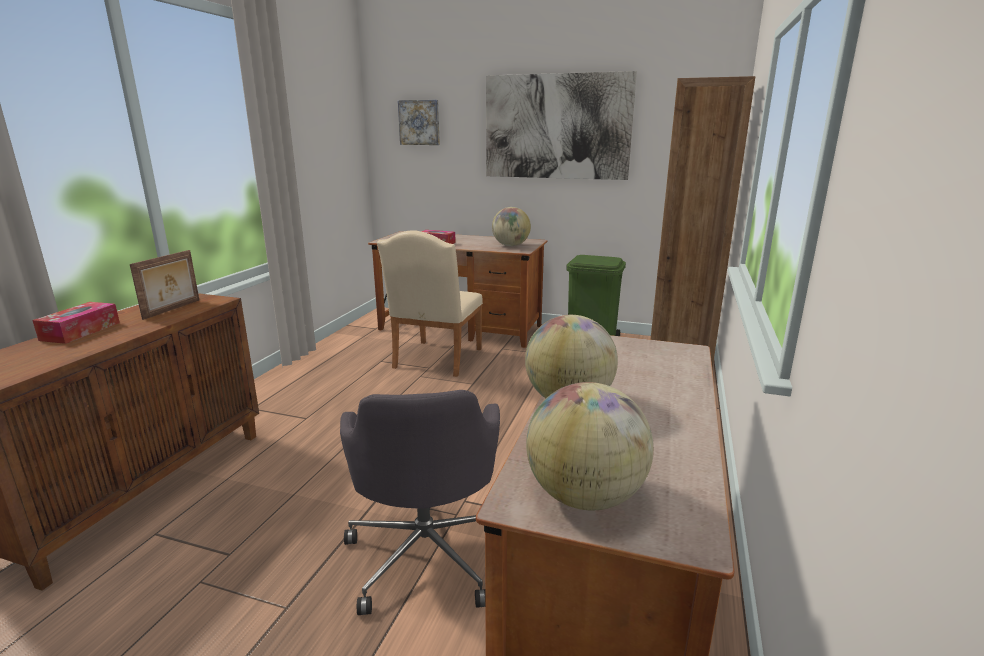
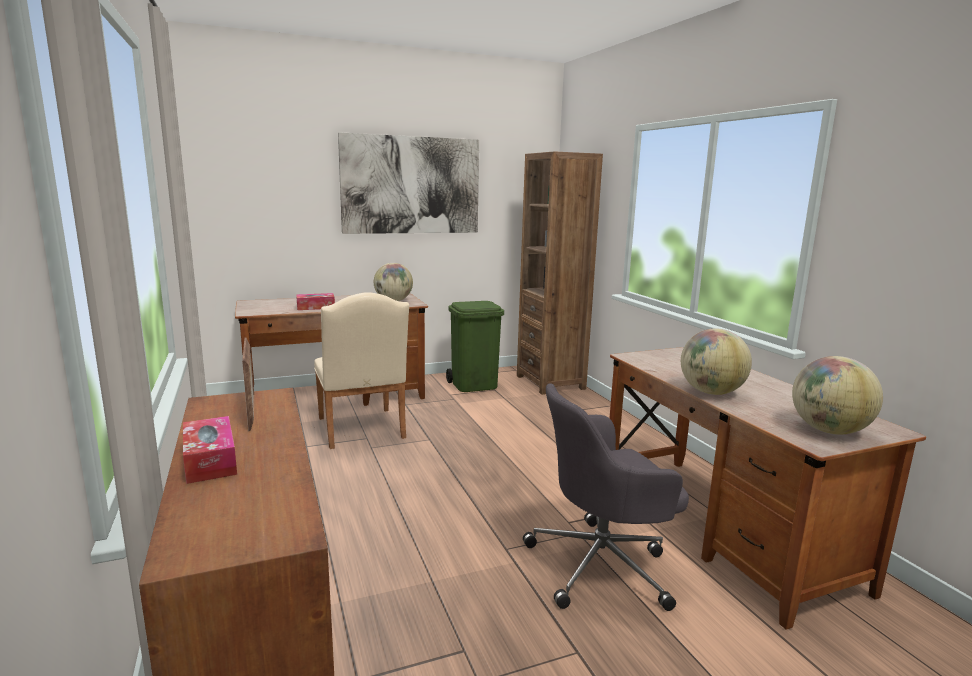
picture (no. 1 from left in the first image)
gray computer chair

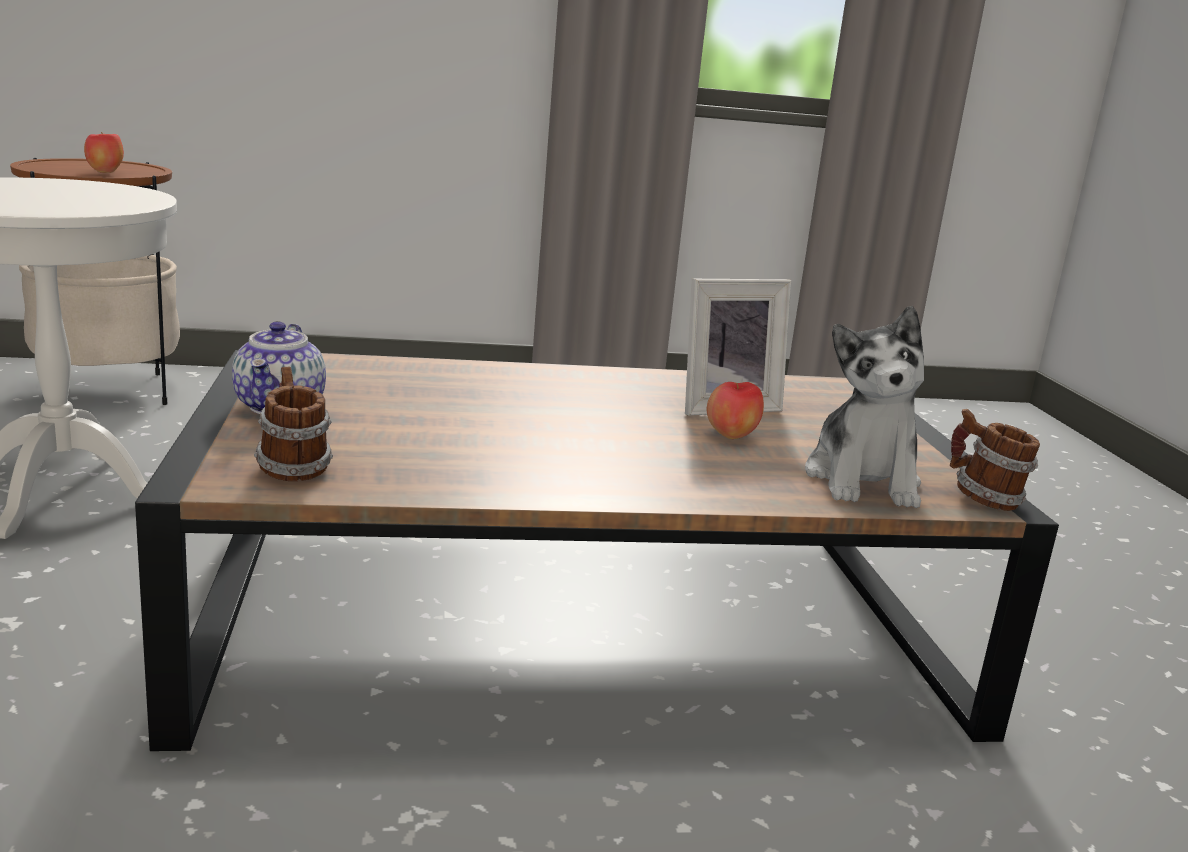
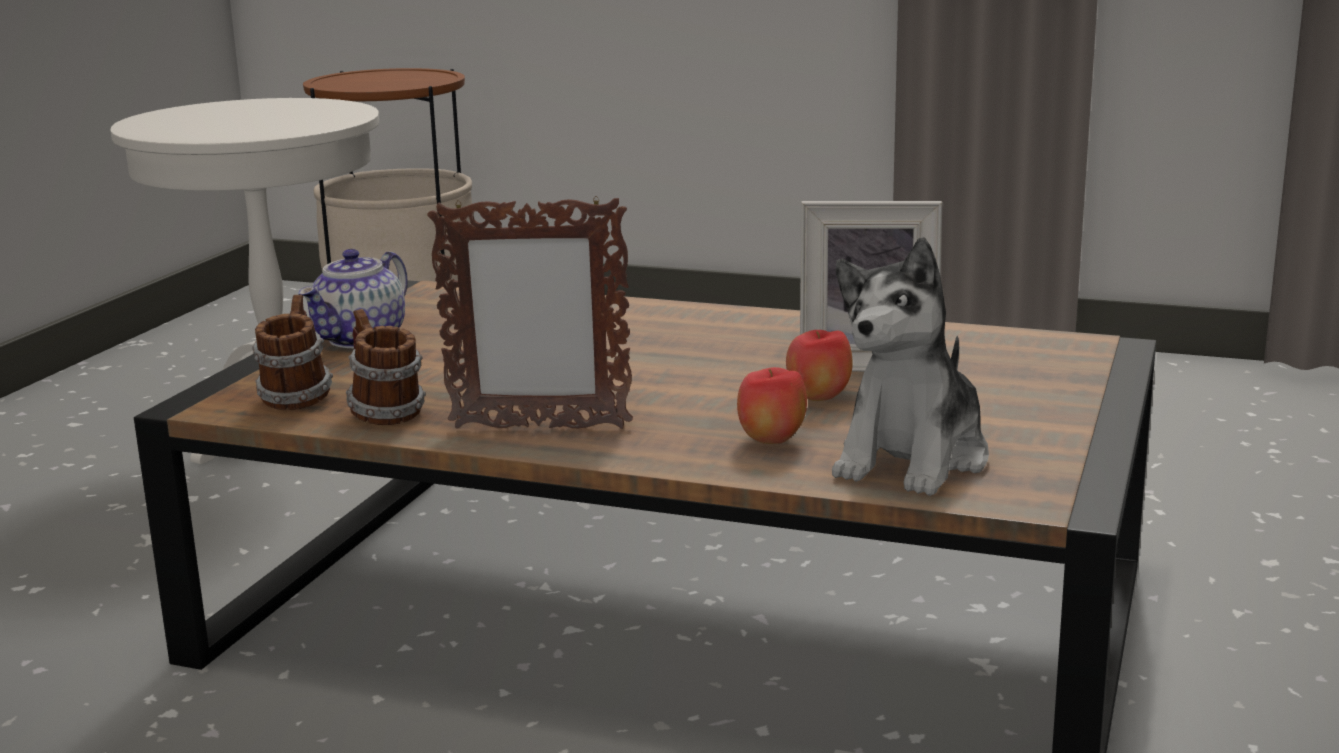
standing frame (no. 1 from left)
apple fruit (no. 1 from left)
mug (no. 2 from left)

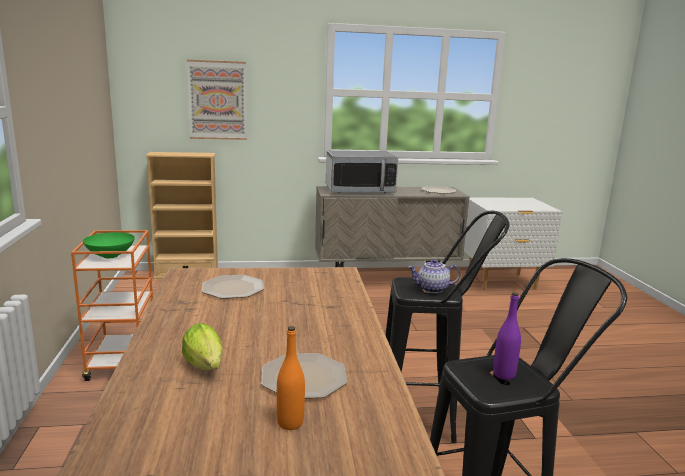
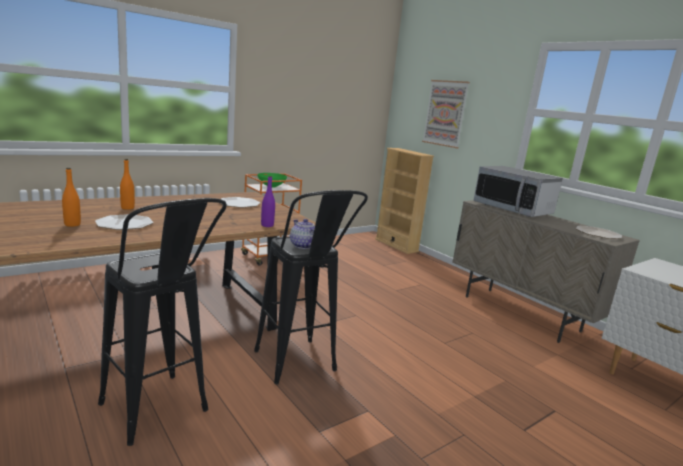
purple bottle
orange-coloured bottle (no. 2 from left)

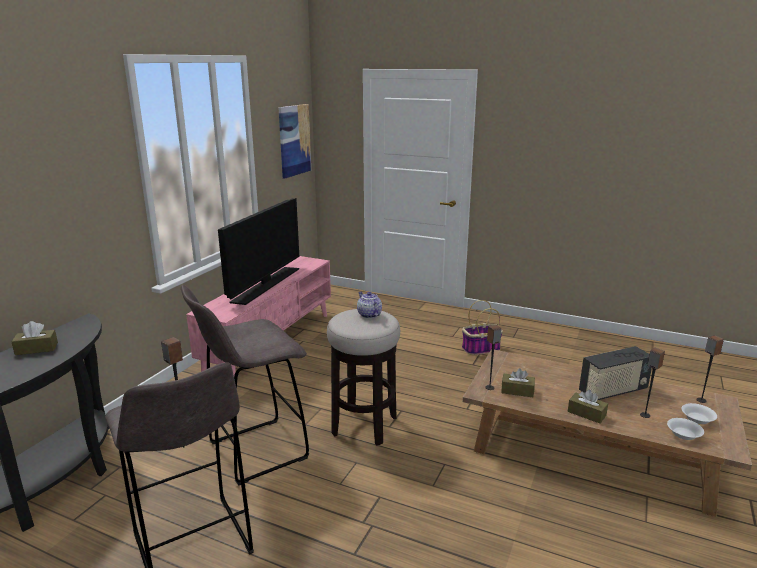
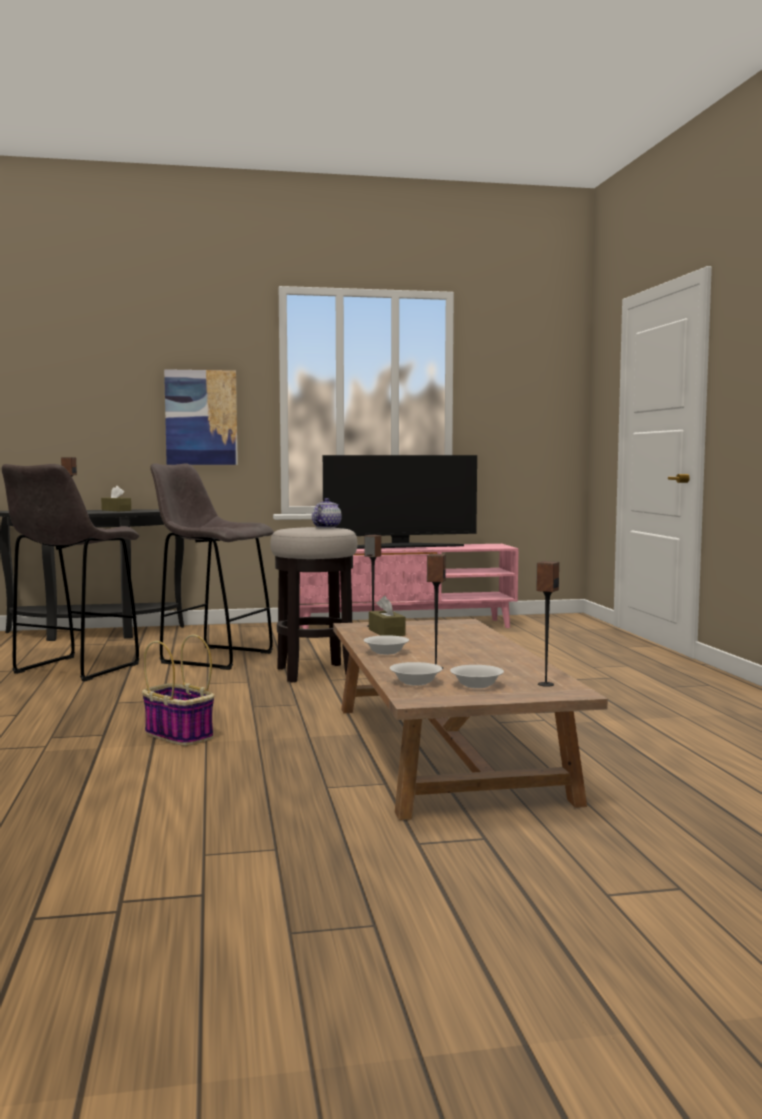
radio set
picture
basket
white bowl (no. 1 from left)

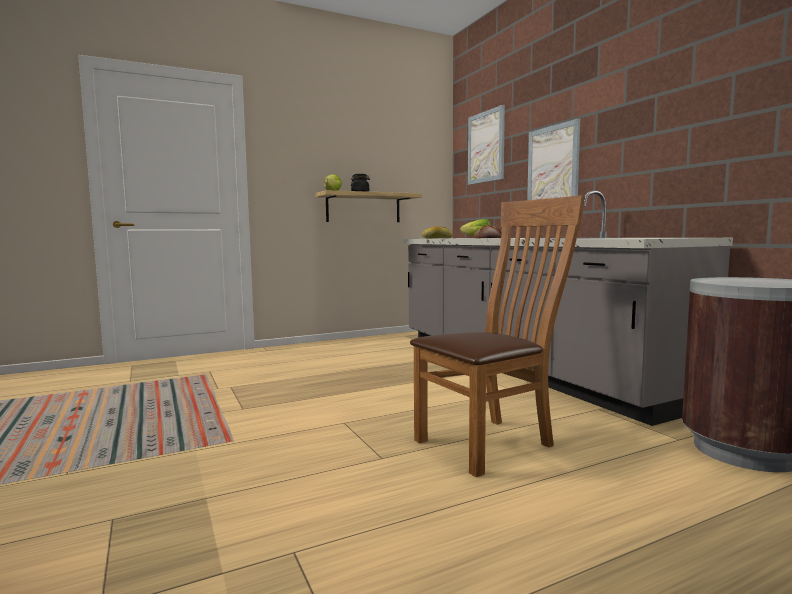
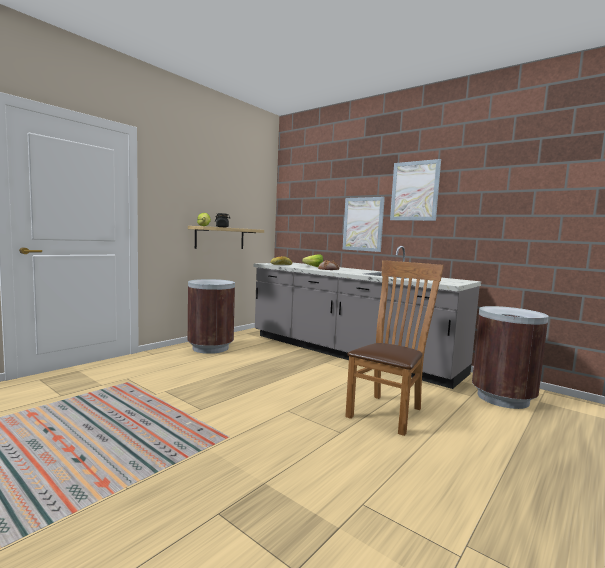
brown-coloured waste bin (no. 1 from left)
picture (no. 2 from left)

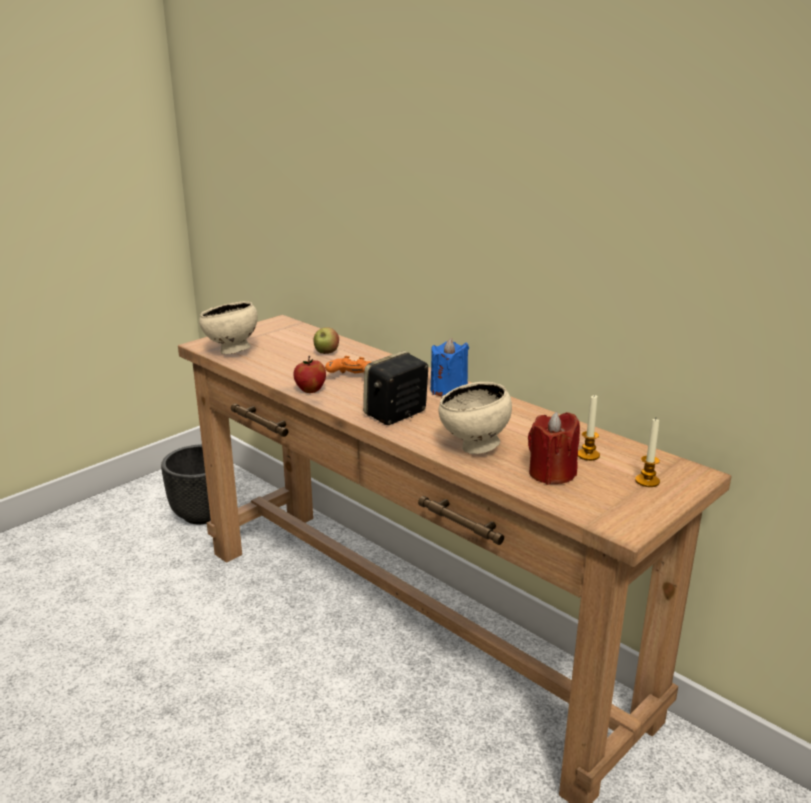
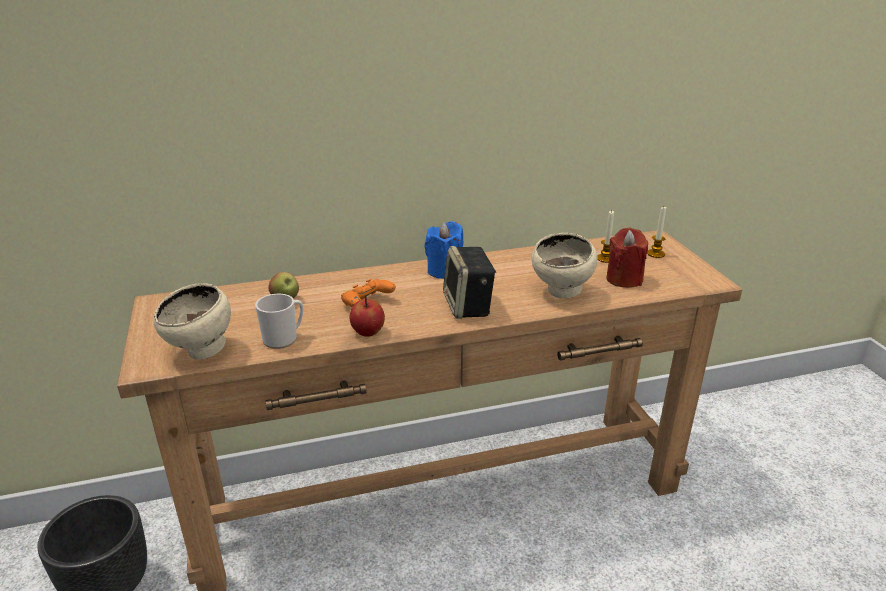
mug

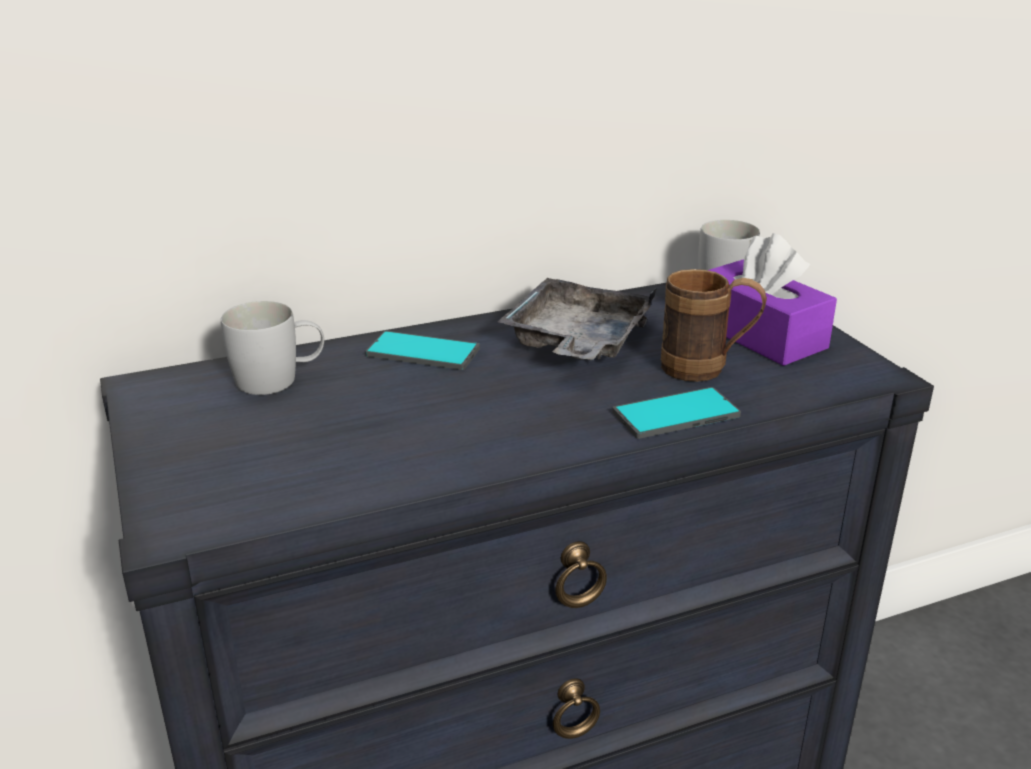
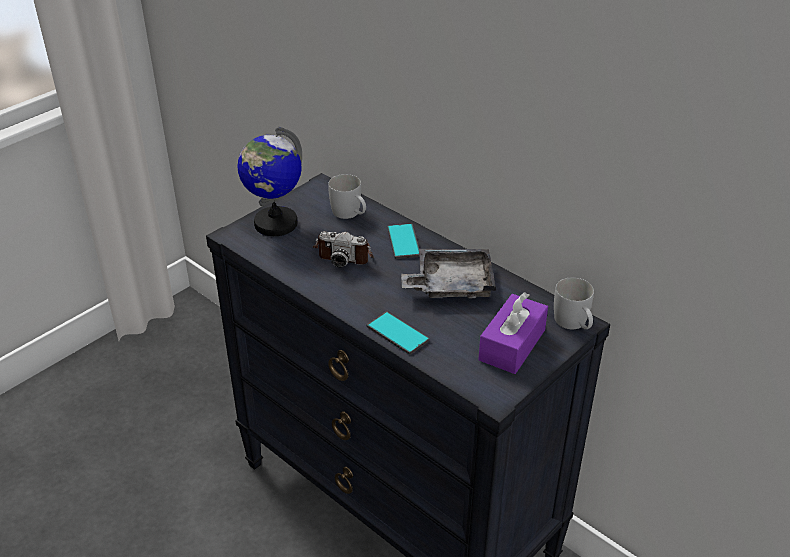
brown-coloured mug
globe
still camera

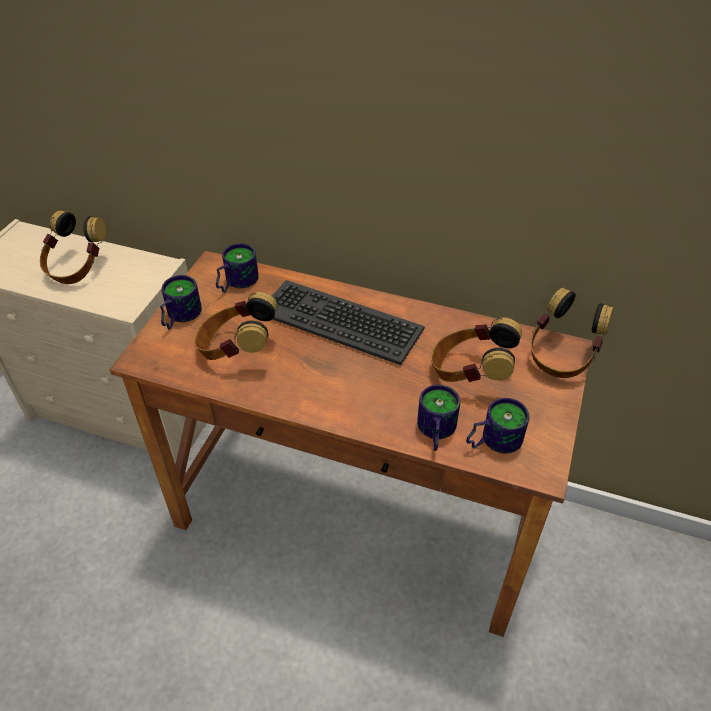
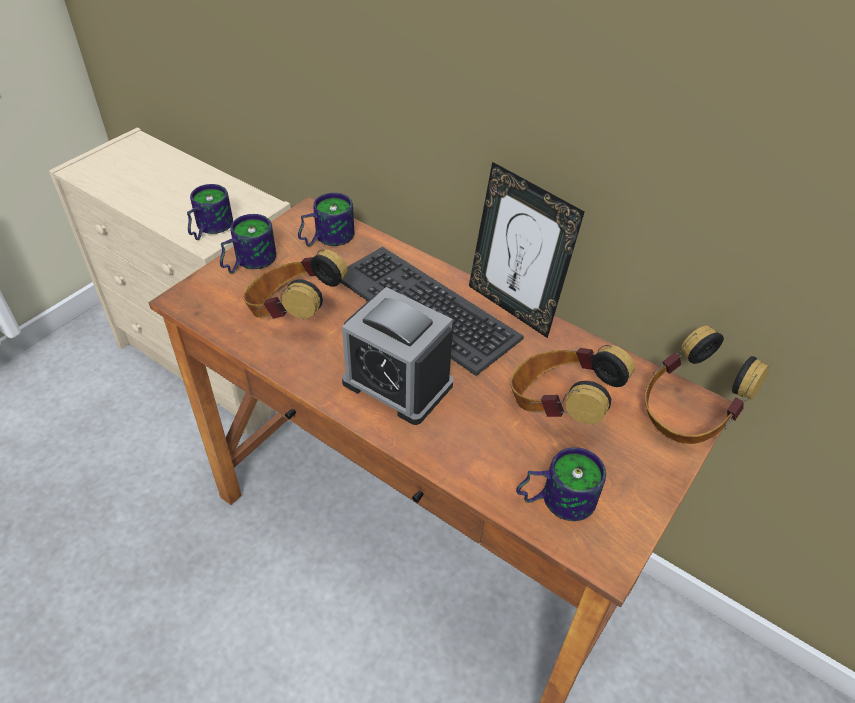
headset (no. 1 from left in the first image)
table clock
standing frame
mug (no. 1 from left)

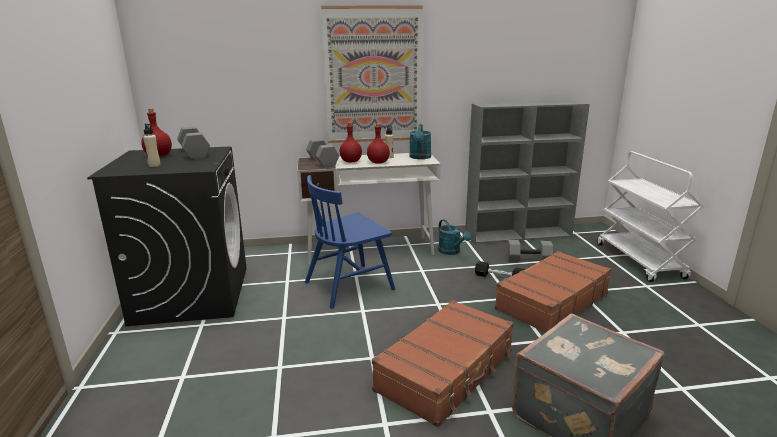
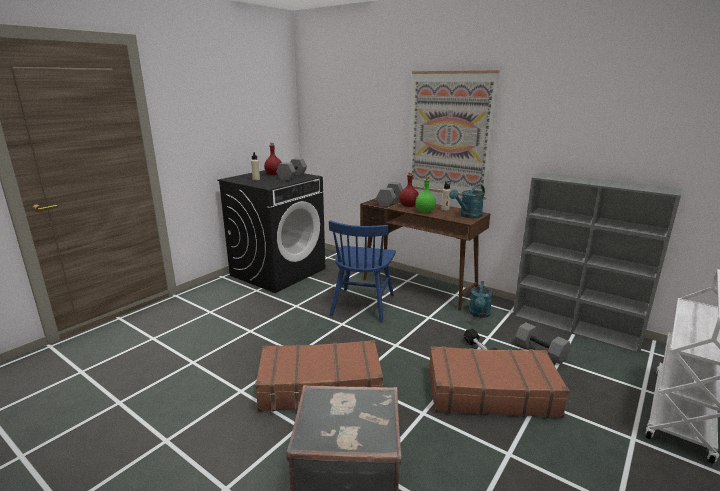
brown-coloured desk unit
greenish bottle
blue chair

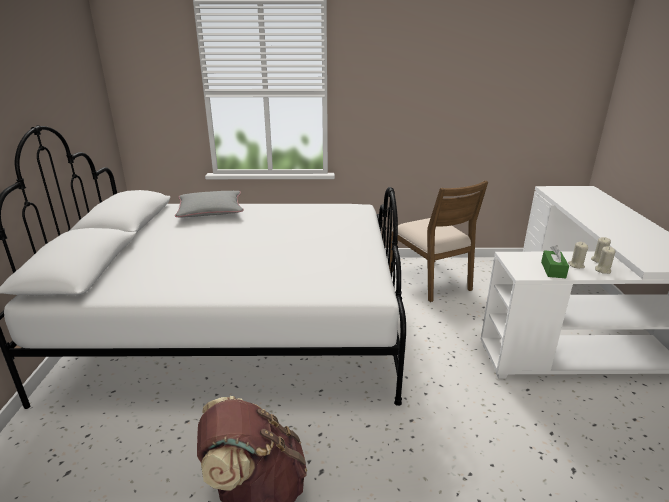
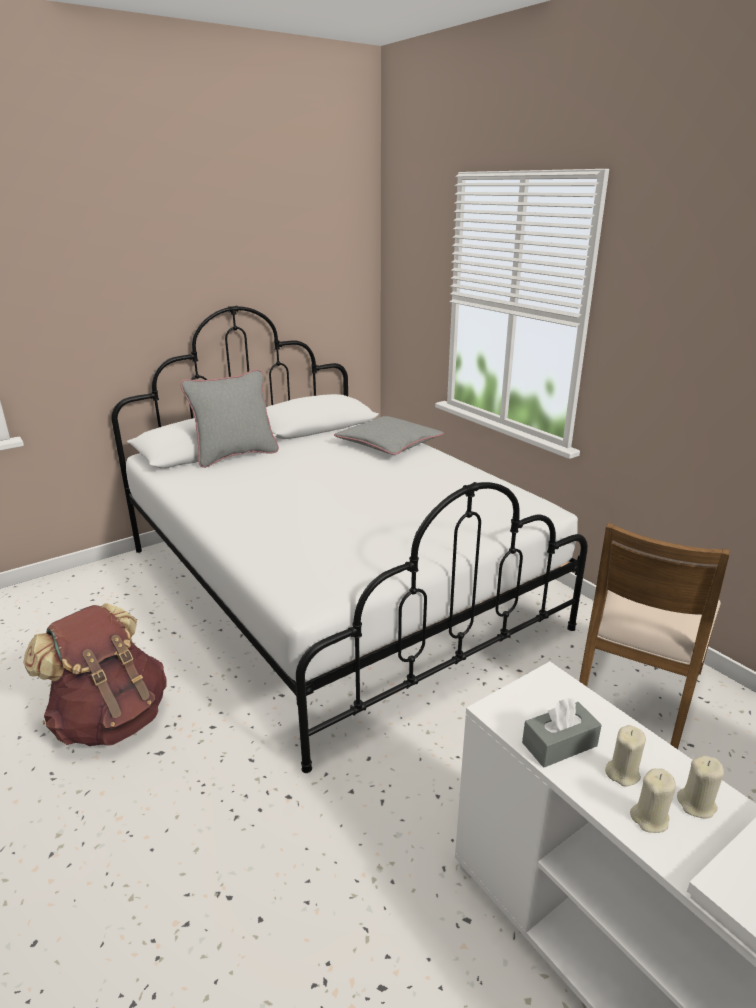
gray cushion (no. 1 from left)
gray box of tissues

